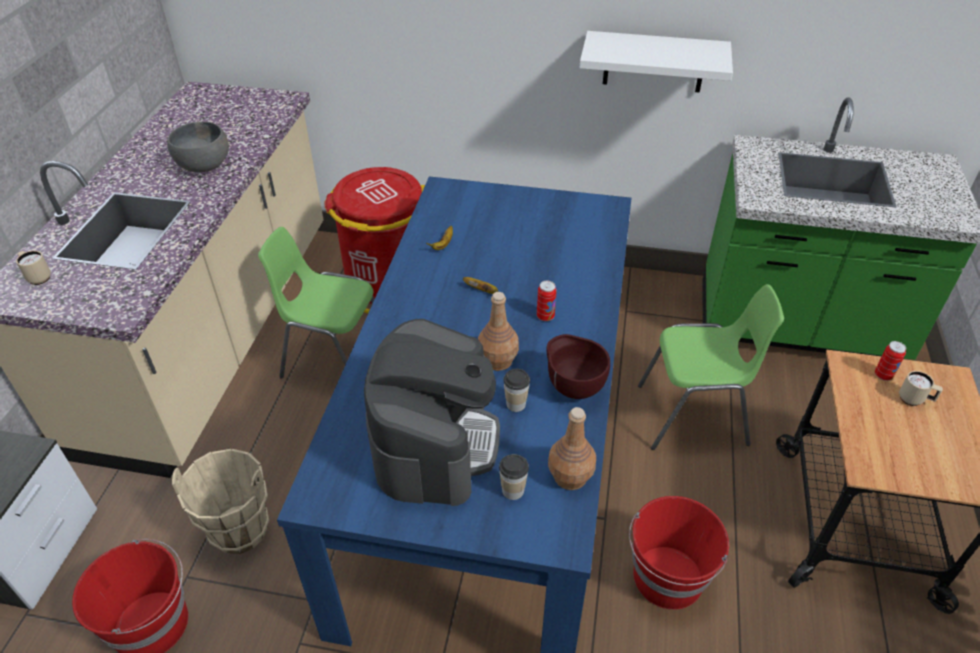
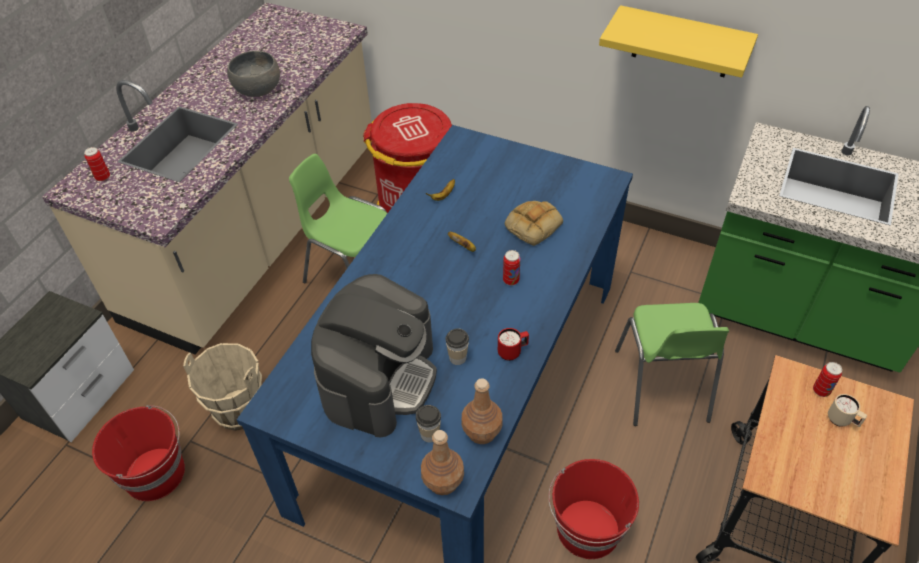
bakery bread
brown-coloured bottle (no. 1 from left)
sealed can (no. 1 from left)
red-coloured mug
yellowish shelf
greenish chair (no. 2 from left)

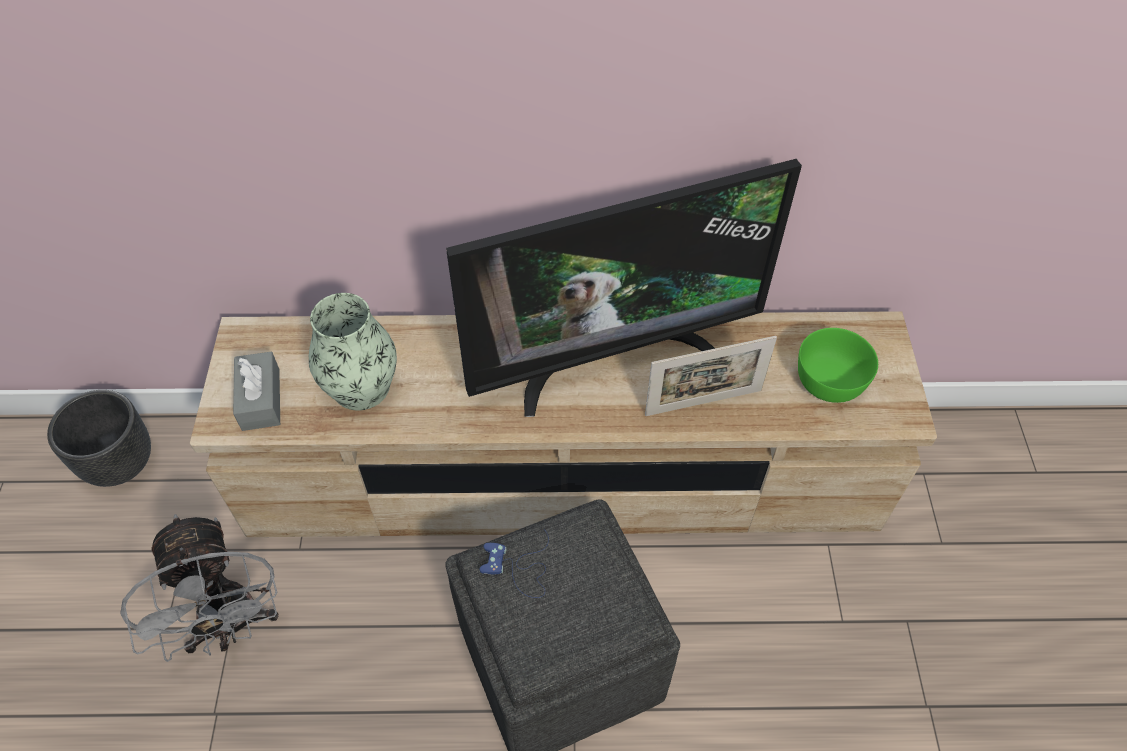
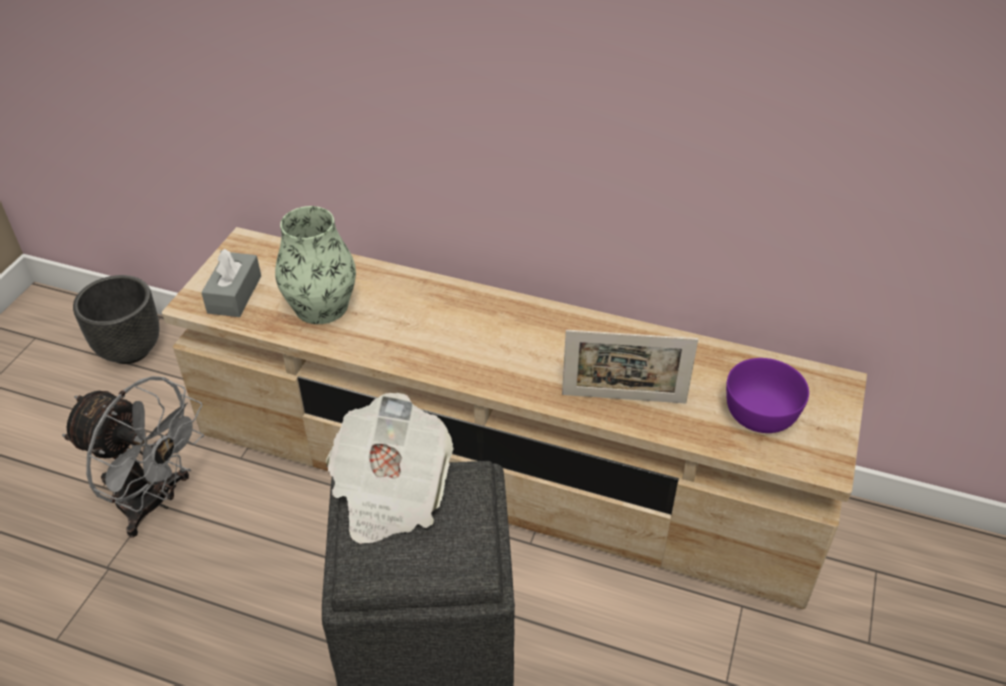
television
newspaper
purple bowl
gray electric fan

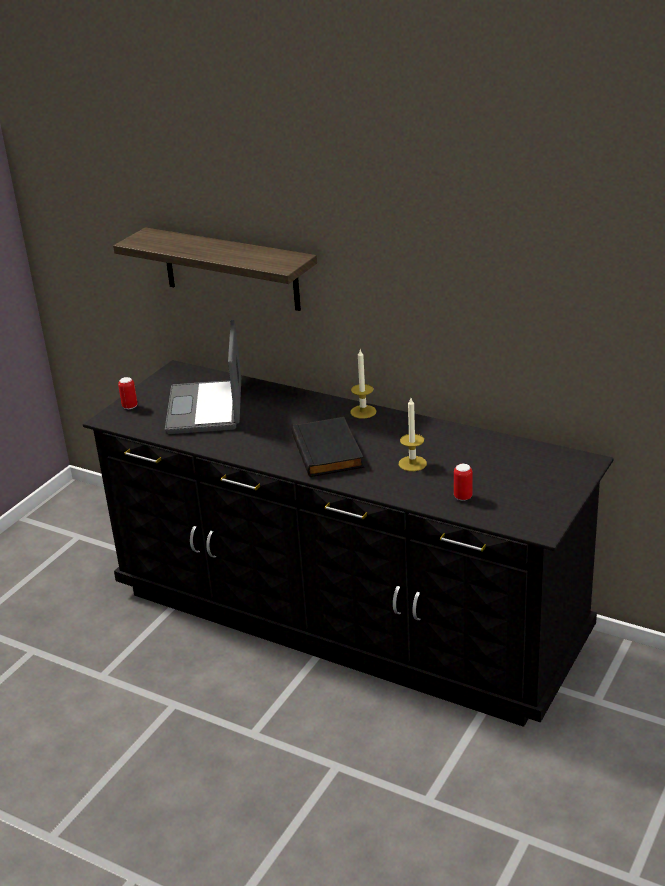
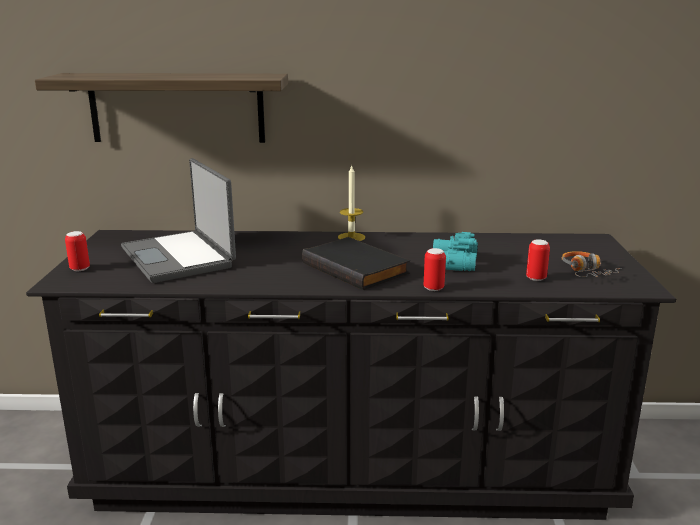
sealed can (no. 2 from left)
headset
turquoise binoculars

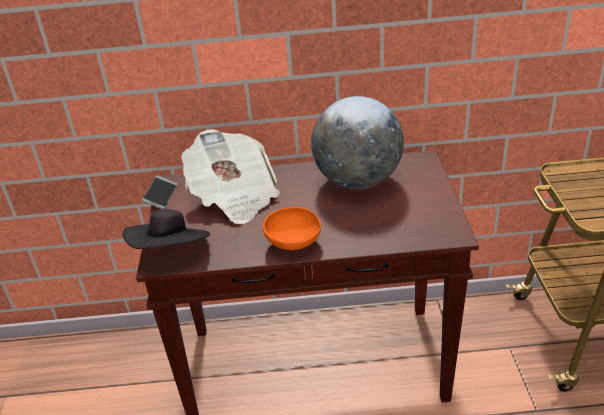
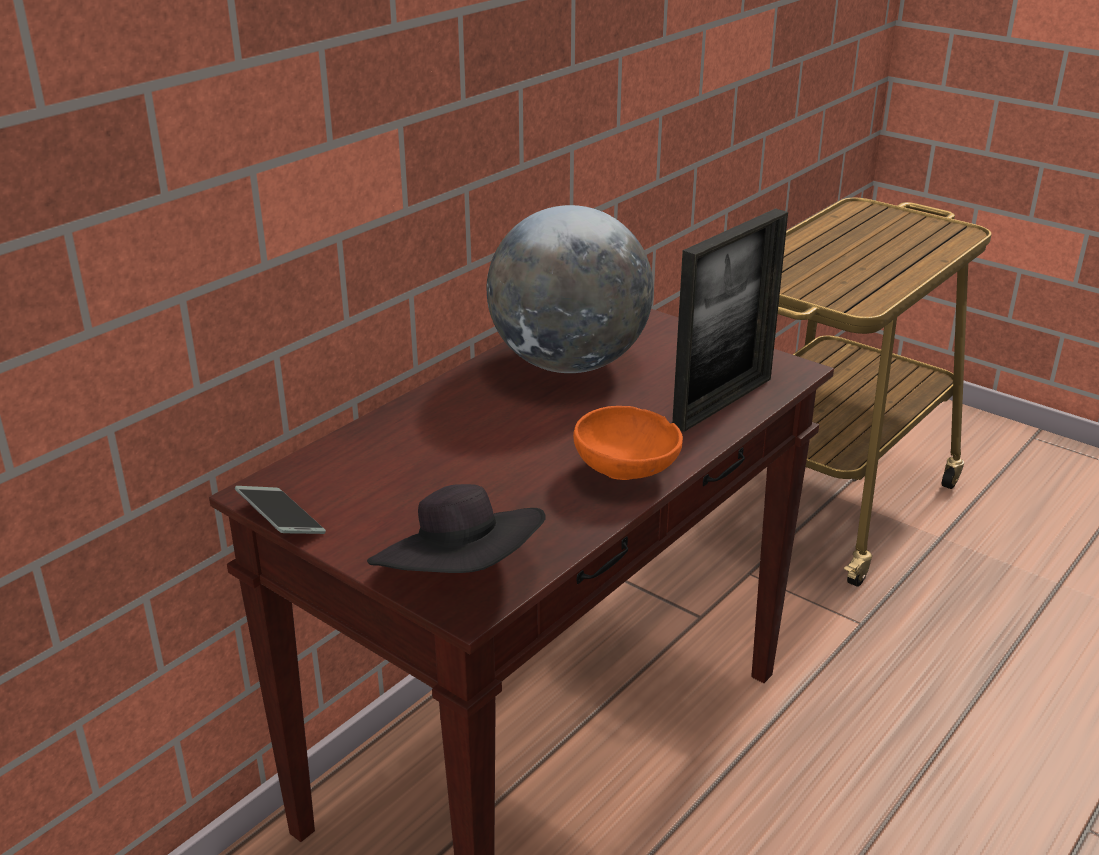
newspaper
standing frame

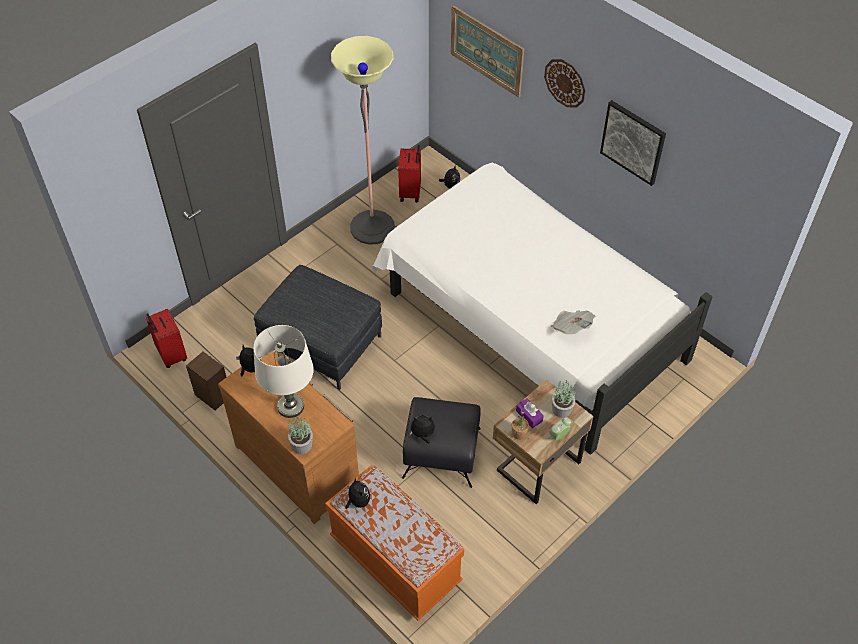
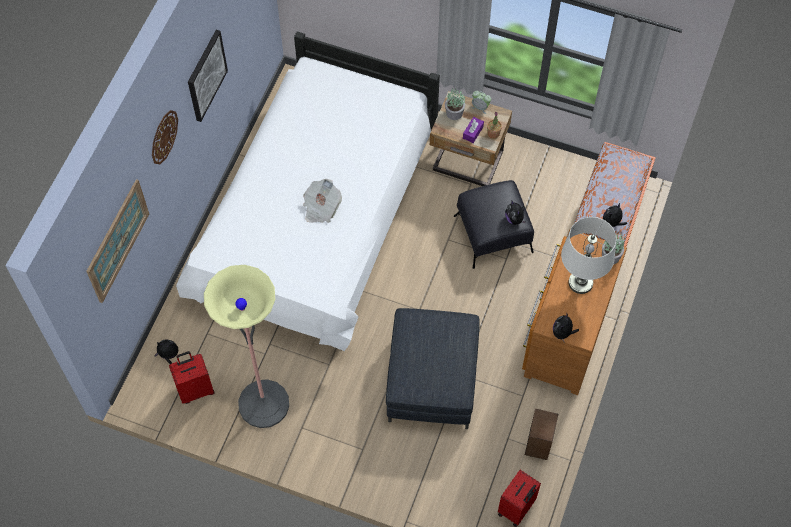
newspaper

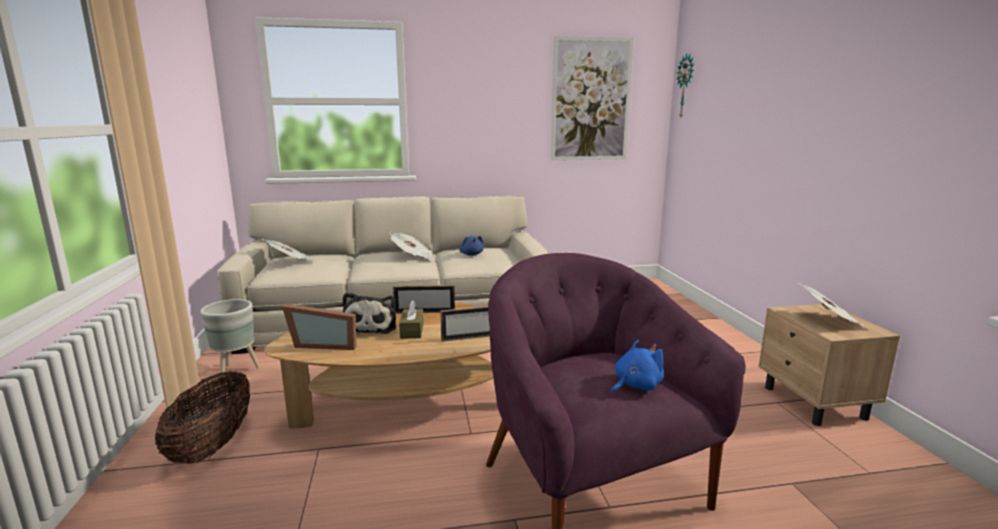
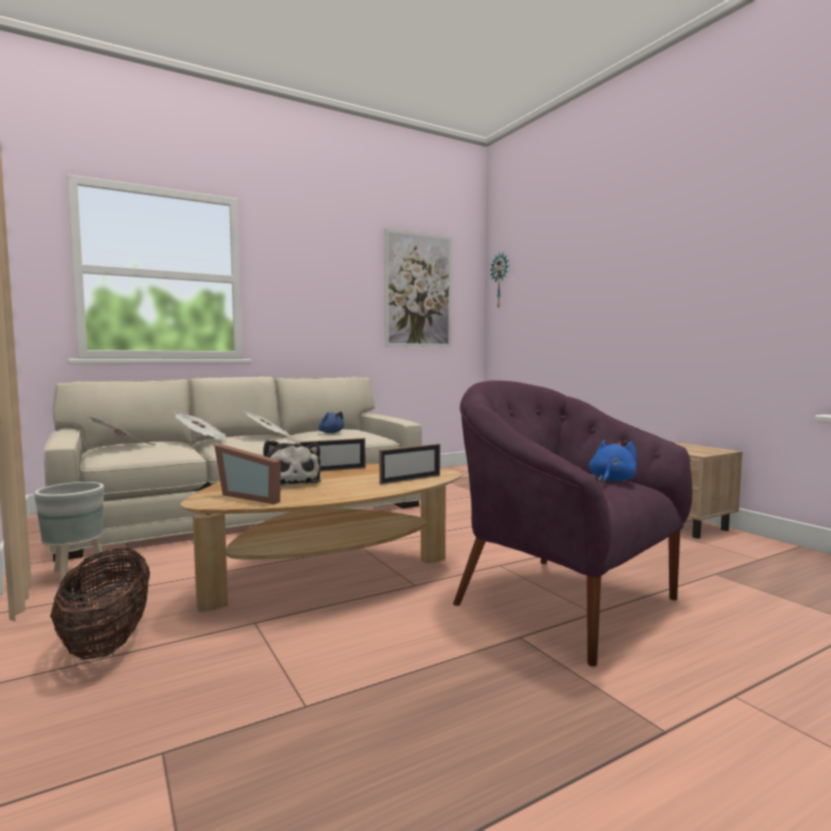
brown-coloured box of tissues
newspaper (no. 2 from left)
standing frame (no. 1 from left)

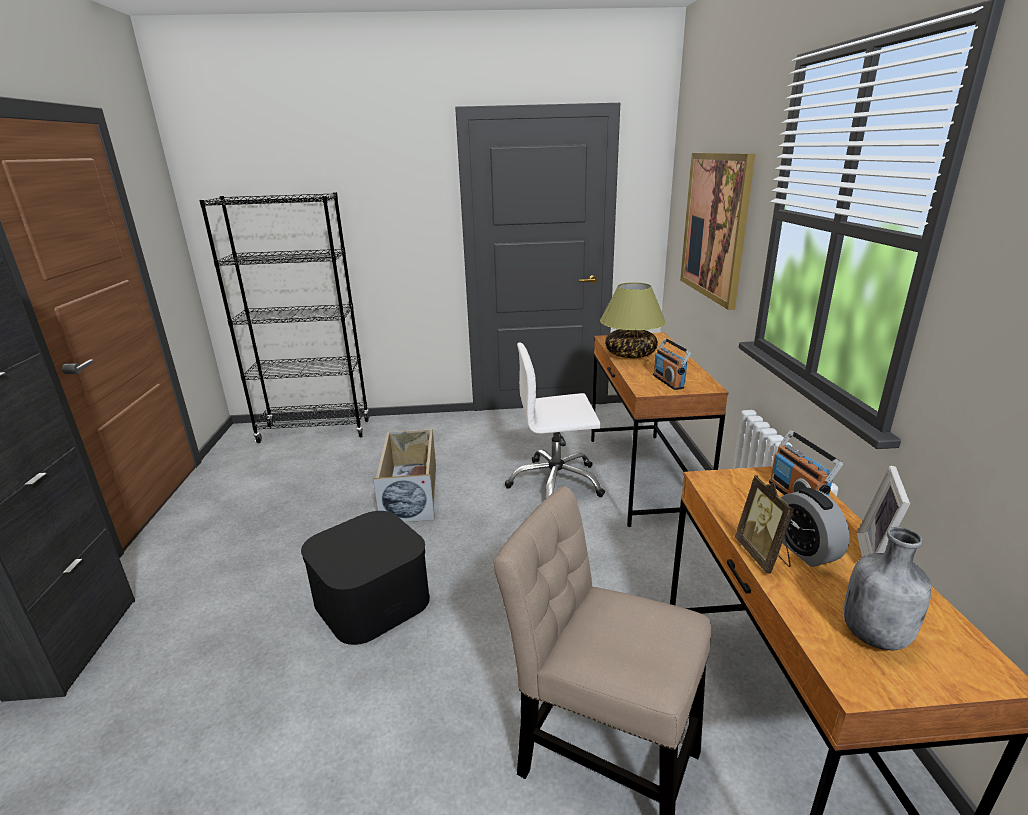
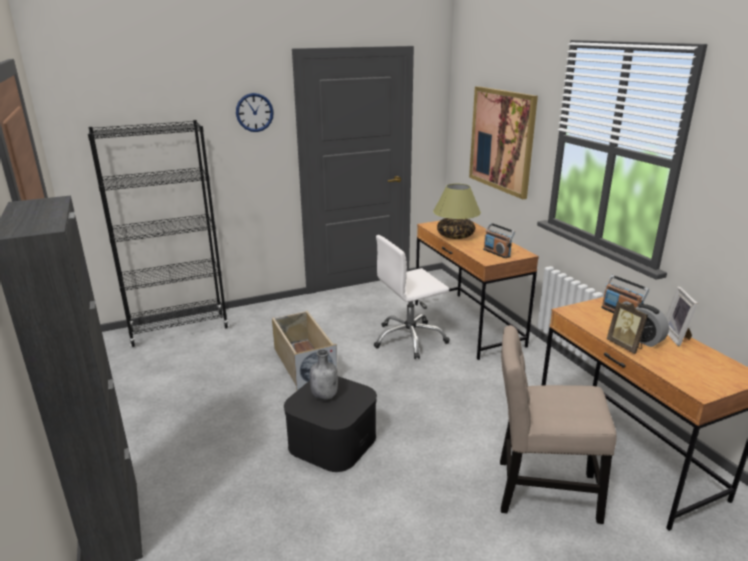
clock on the wall
gray bottle

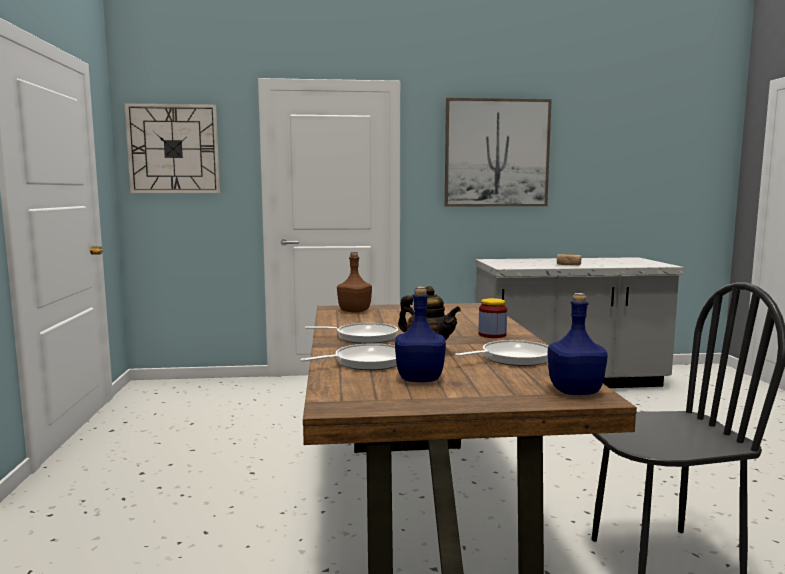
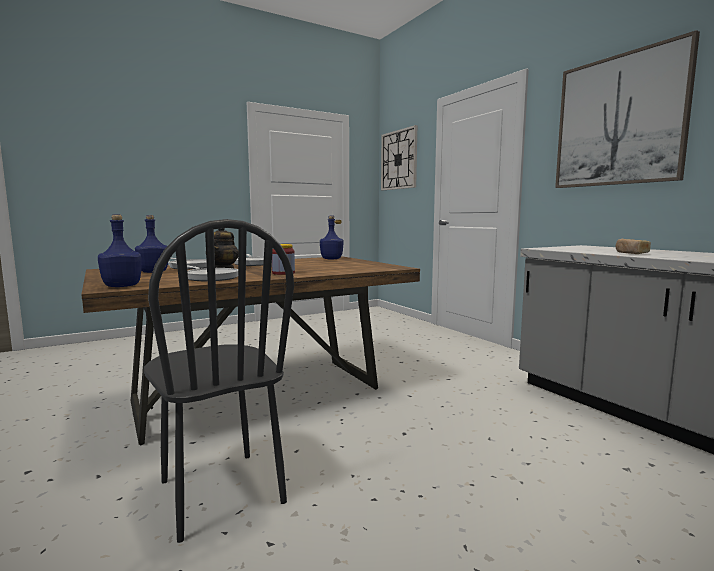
blue bottle (no. 3 from left)

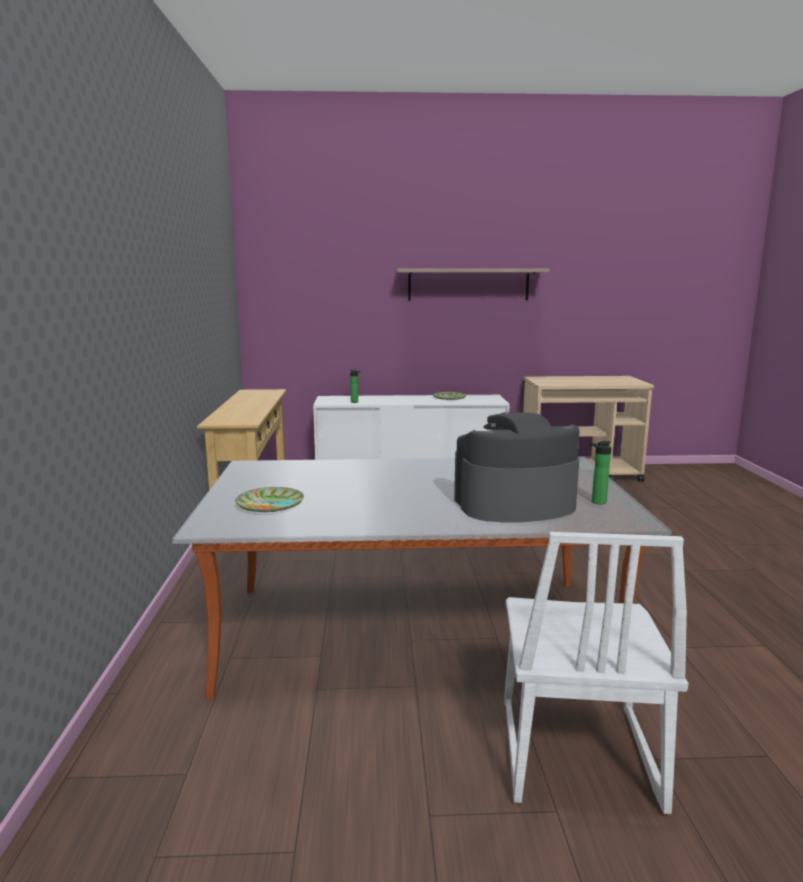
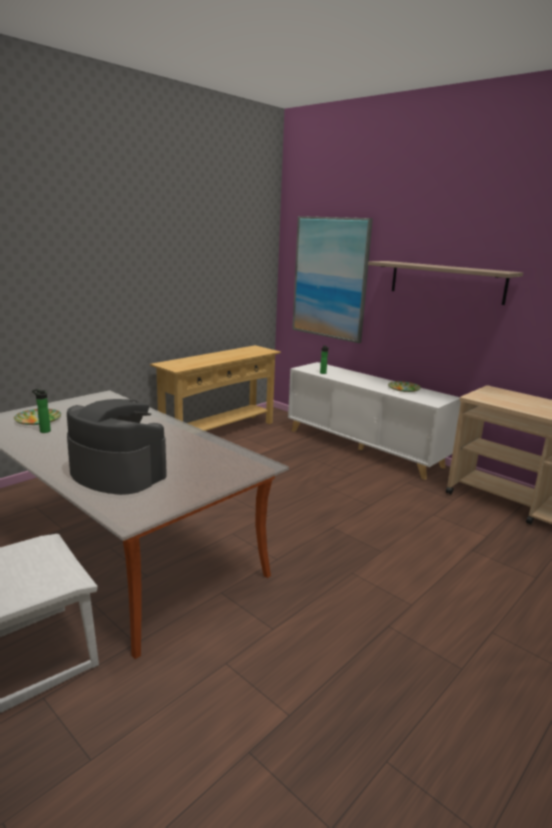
picture
bottle (no. 1 from left)

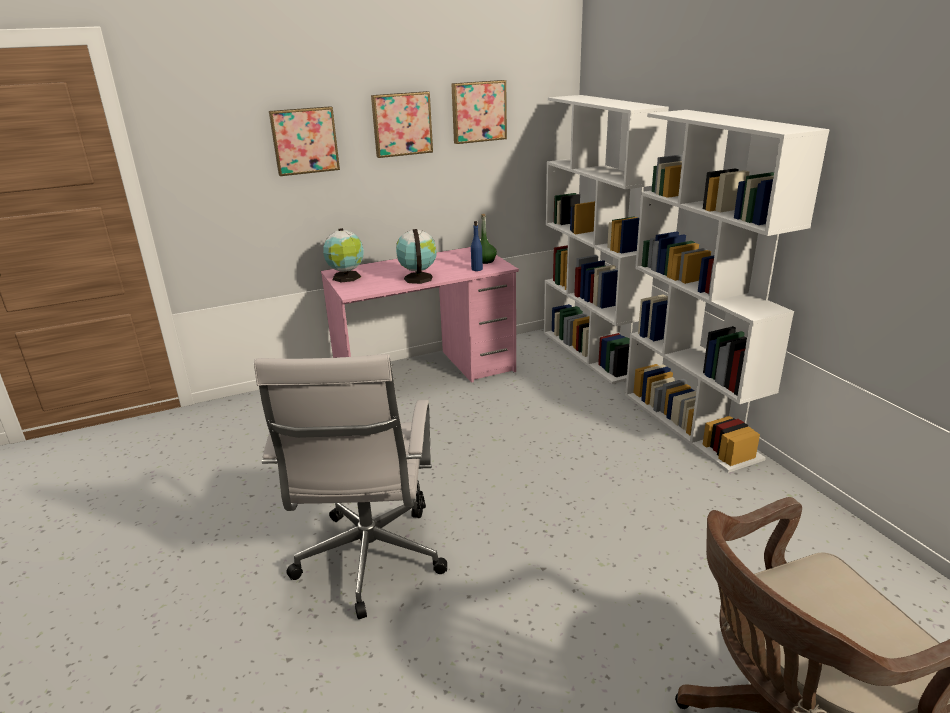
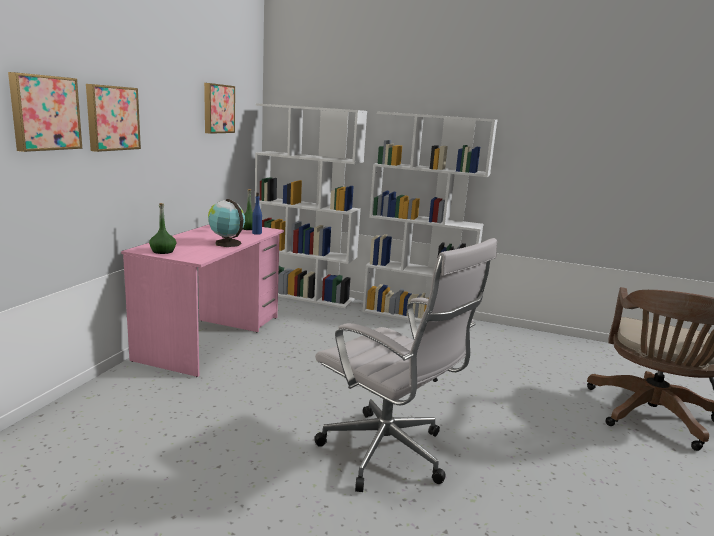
picture (no. 1 from left)
greenish bottle (no. 1 from left)

